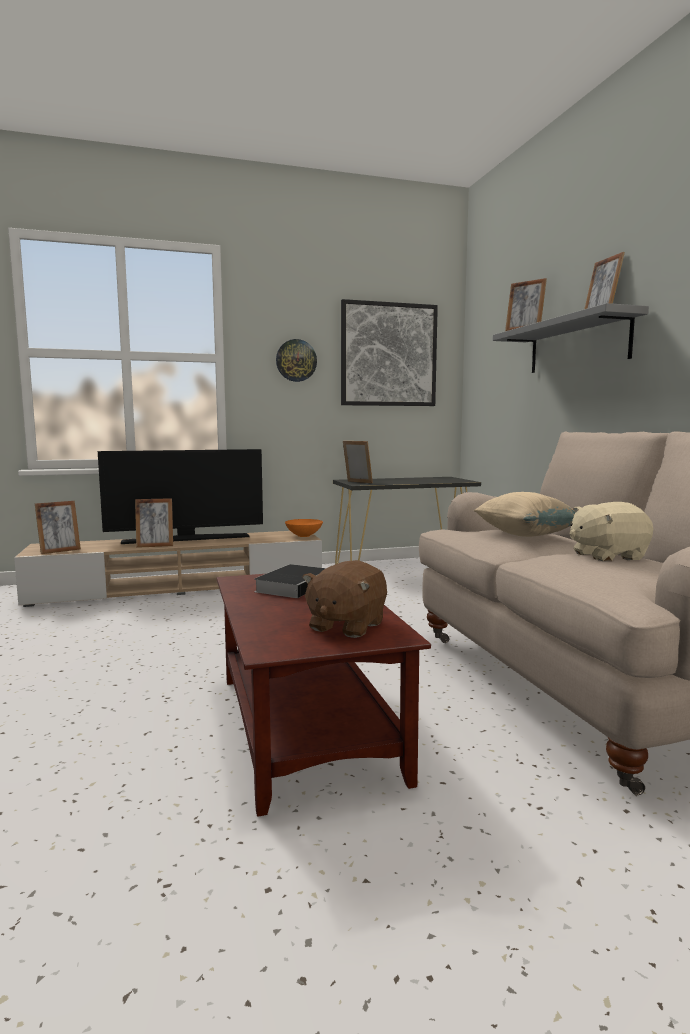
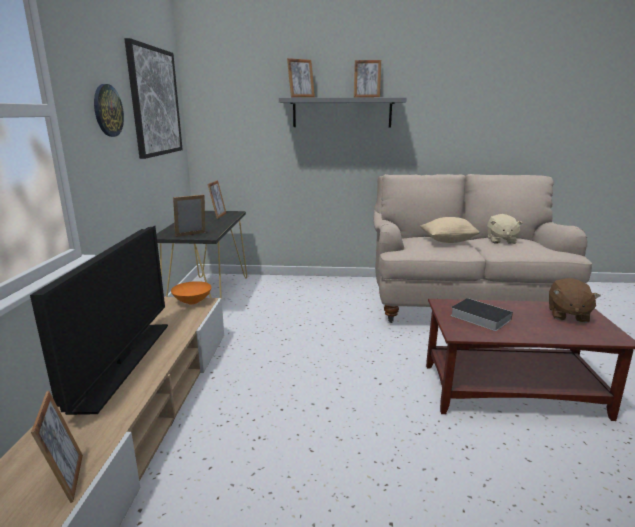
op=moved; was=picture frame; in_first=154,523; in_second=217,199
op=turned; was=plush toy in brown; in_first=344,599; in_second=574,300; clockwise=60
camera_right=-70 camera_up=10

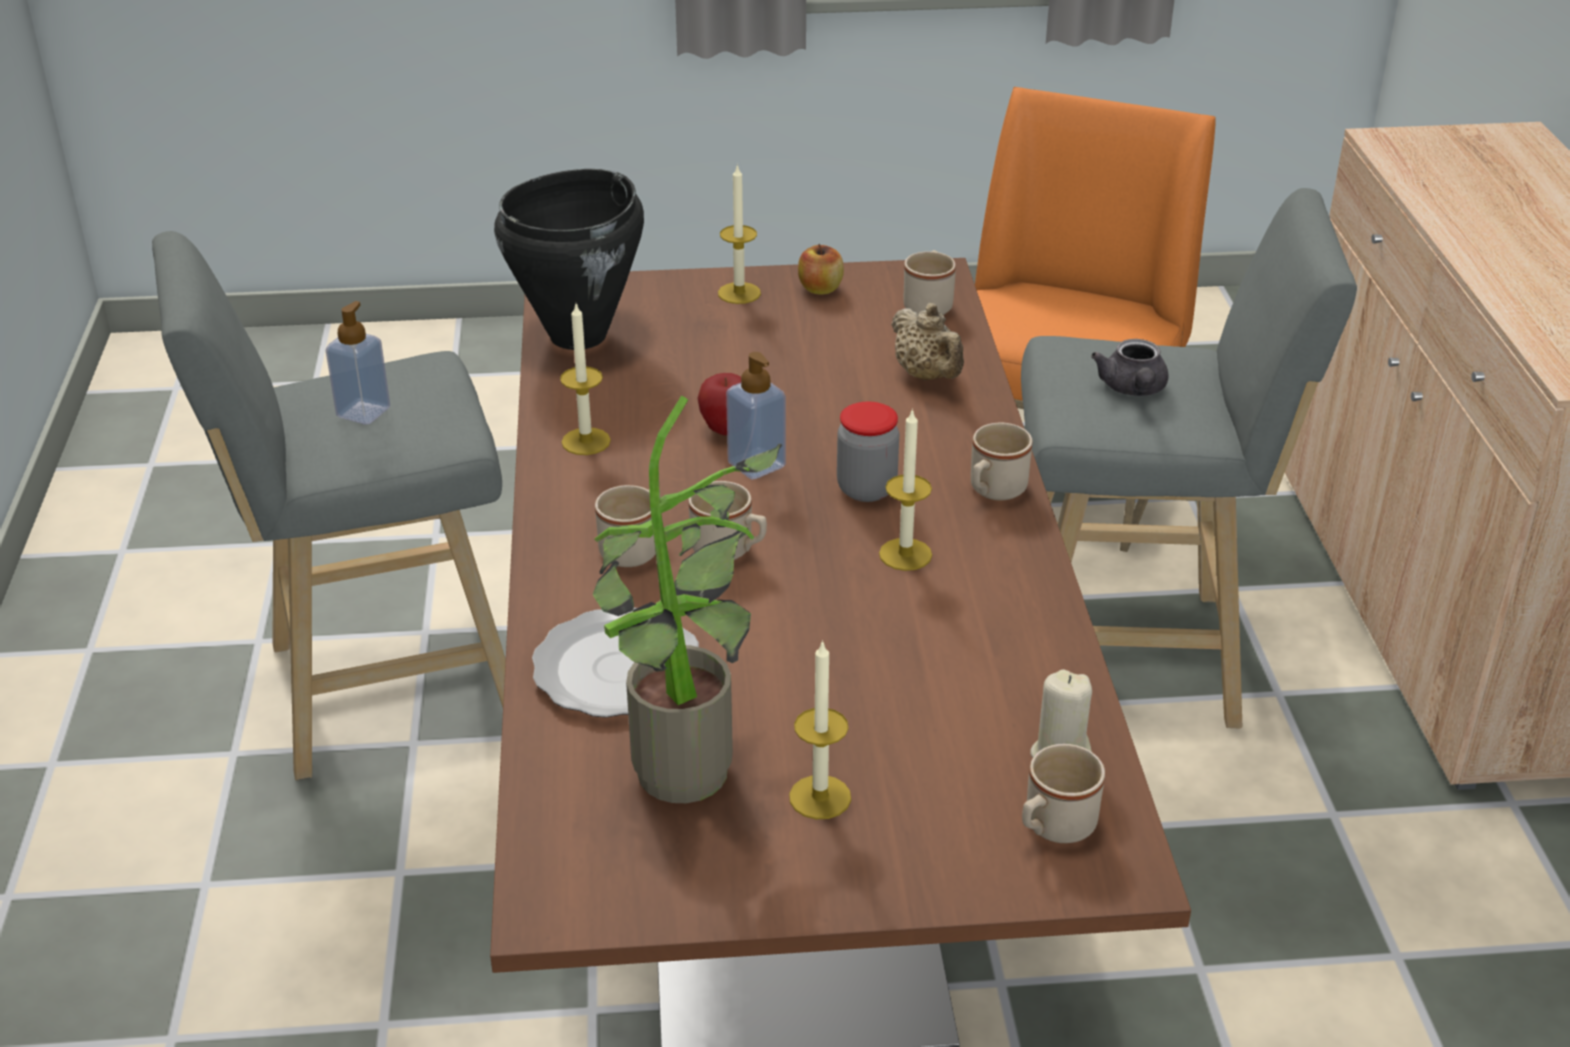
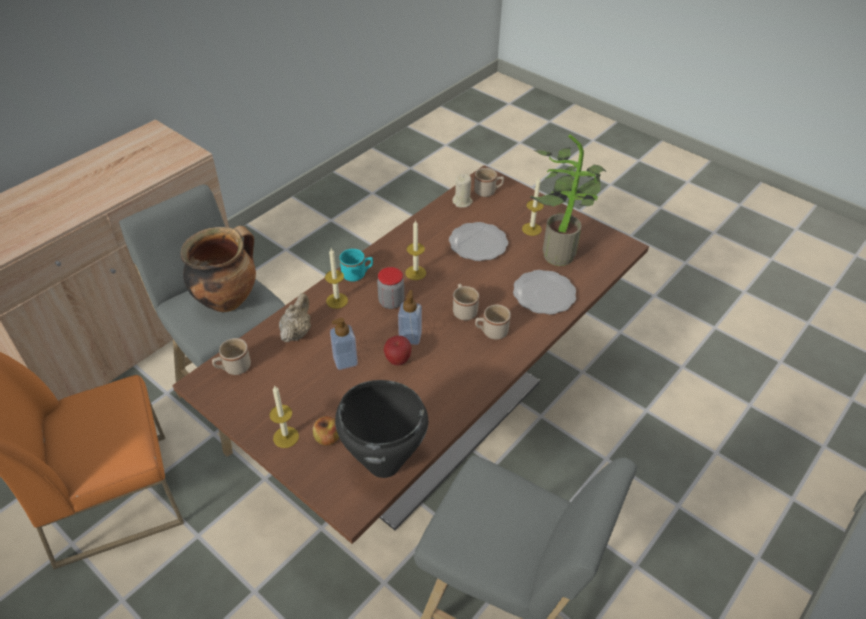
op=added; now=plate; in_second=478,241
op=moved; was=soap dispenser; in_first=358,363; in_second=344,344
op=moved; was=candle; in_first=585,379; in_second=336,278
op=moved; was=apple; in_first=821,269; in_second=326,431
op=replaced; was=teapot in grey; now=cooking pot; in_first=1129,367; in_second=218,269
op=recoloured; was=mug in beige; now=mug in turquoise; in_first=1002,461; in_second=356,265
camera_right=-135 camera_up=10

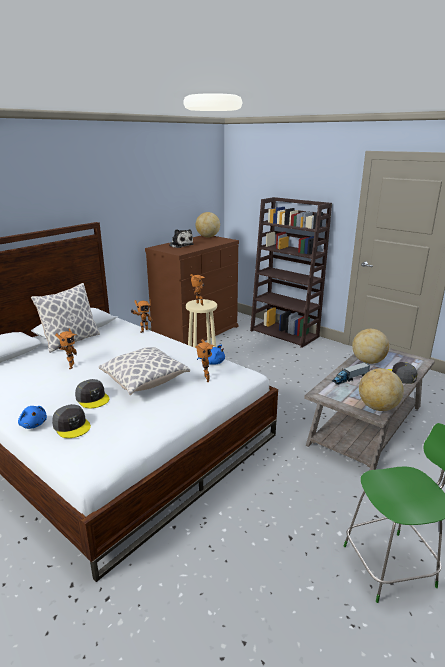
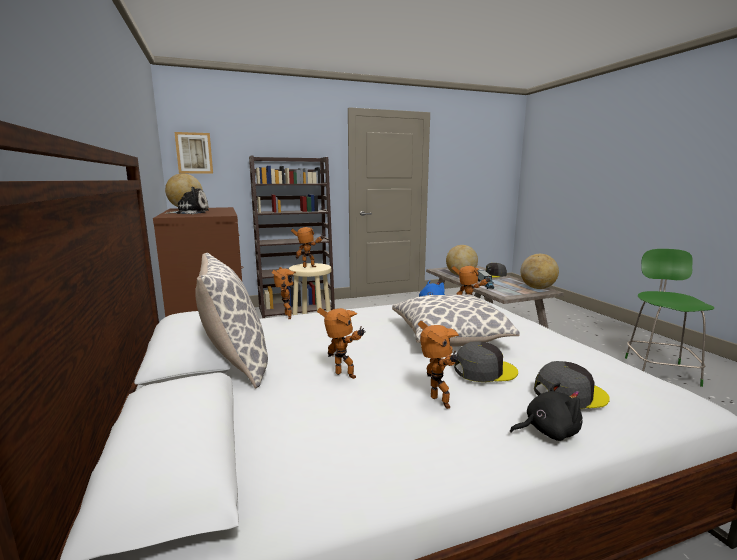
op=added; now=picture; in_second=194,153
op=added; now=toy robot; in_second=438,365
op=recoloured; was=plush toy in blue; now=plush toy in black; in_first=32,417; in_second=546,411
camera_right=-60 camera_up=-10

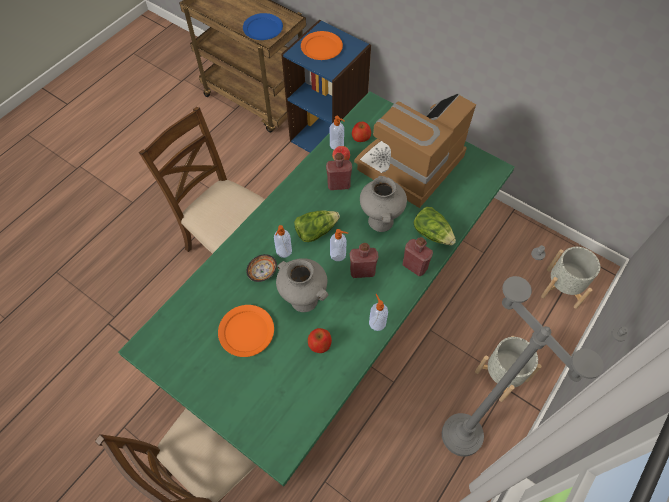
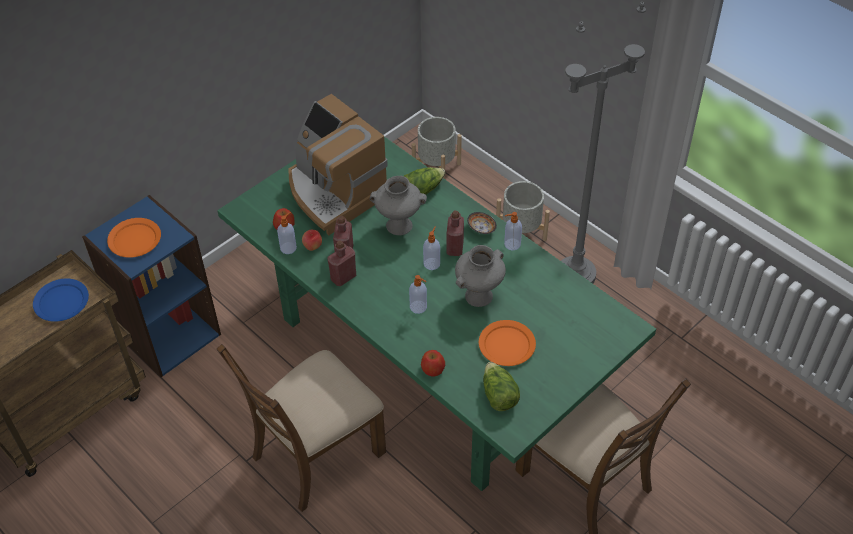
op=moved; was=bowl; in_first=261,268; in_second=482,223
op=moved; was=lettuce; in_first=317,226; in_second=501,386
op=moved; was=apple; in_first=320,340; in_second=433,363
op=moved; was=bottle in red; in_first=418,256; in_second=341,263
camera_right=-80 camera_up=-10

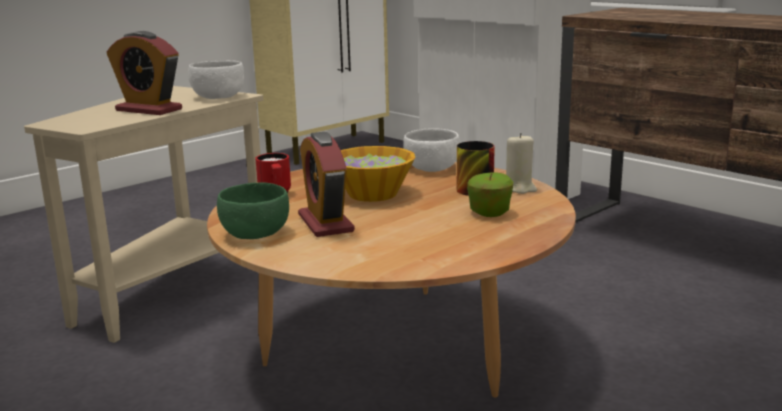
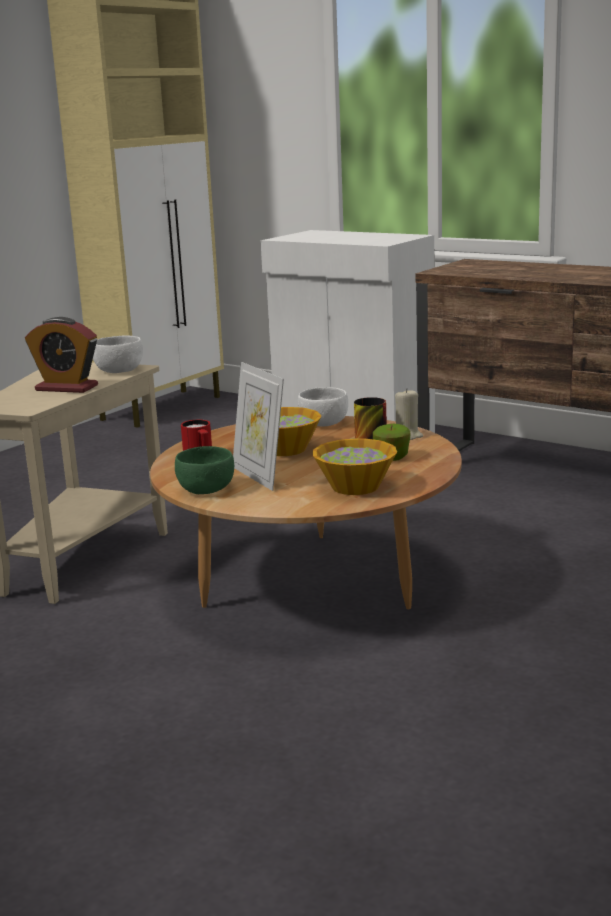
op=added; now=bowl; in_second=355,466
op=replaced; was=alarm clock; now=picture frame; in_first=326,184; in_second=258,426
camera_right=-10 camera_up=0

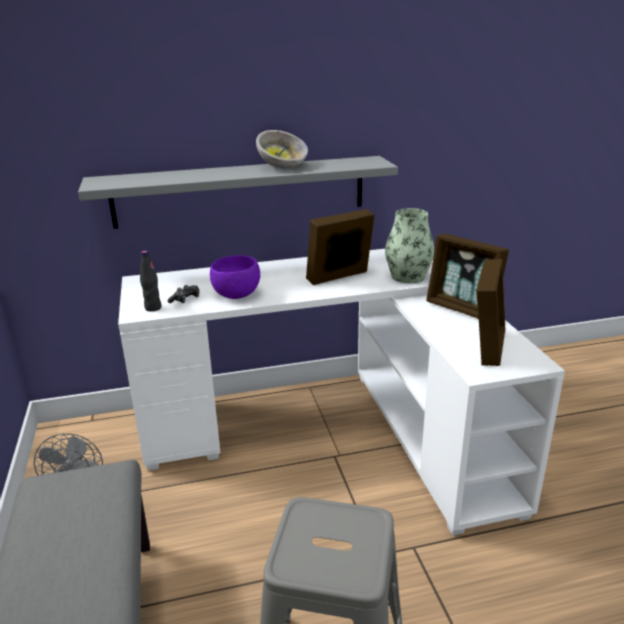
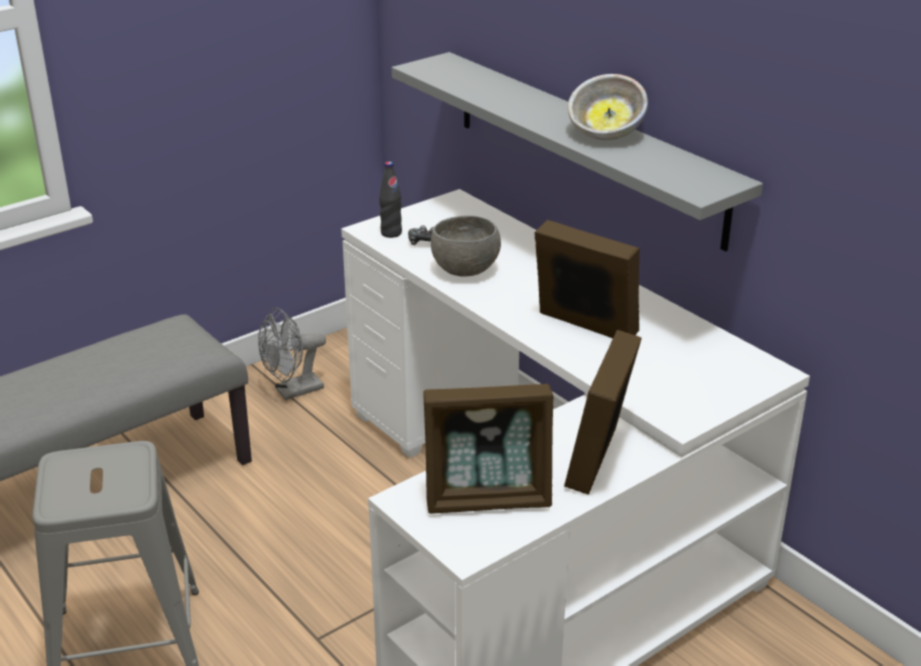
op=removed; was=vase; in_first=410,245
op=recoloured; was=bowl in purple; now=bowl in grey; in_first=235,277; in_second=466,246
camera_right=65 camera_up=5

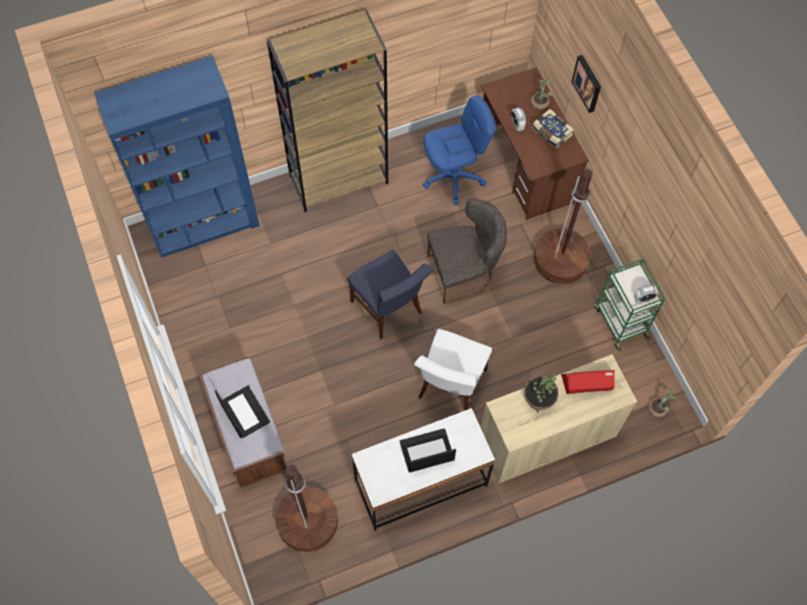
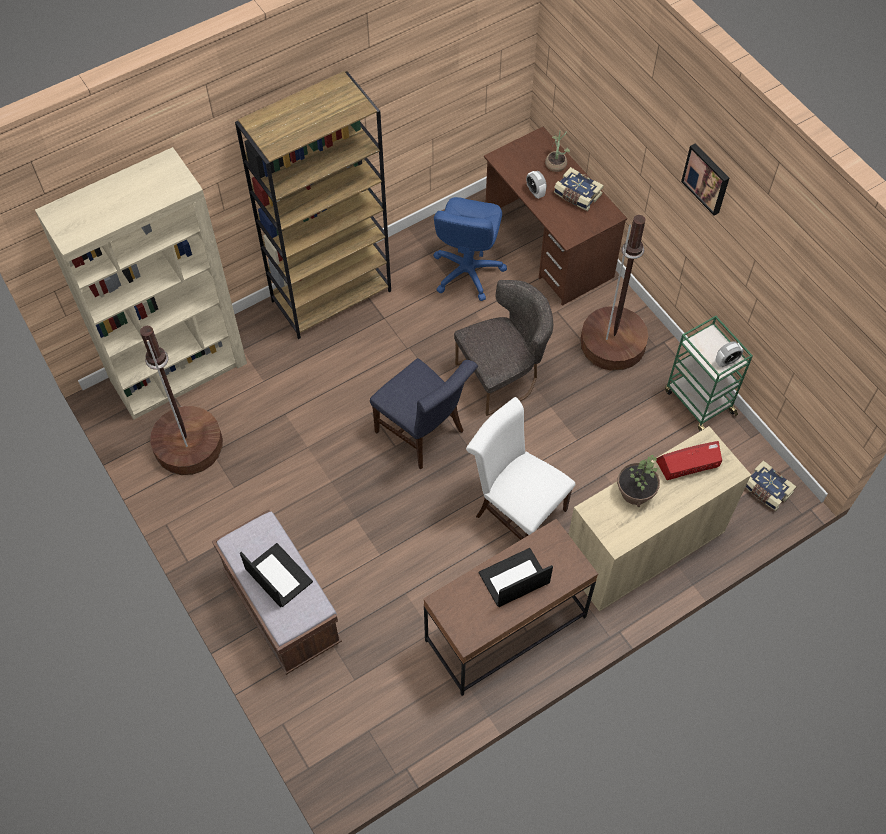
op=moved; was=floor lamp in brown; in_first=306,508; in_second=181,400
op=moved; was=picture; in_first=586,84; in_second=705,180
op=replaced; was=potted plant; now=book; in_first=663,403; in_second=771,485
op=recoloured; was=bookcase in blue; now=bookcase in beige; in_first=177,157; in_second=141,283
op=recoloured; was=desk in white; now=desk in brown; in_first=423,469; in_second=510,607
op=turned; was=chair in white; in_first=453,369; in_second=520,468; clockwise=120
op=turned; was=office chair in blue; in_first=459,150; in_second=470,249; clockwise=135
camera_right=-10 camera_up=-5

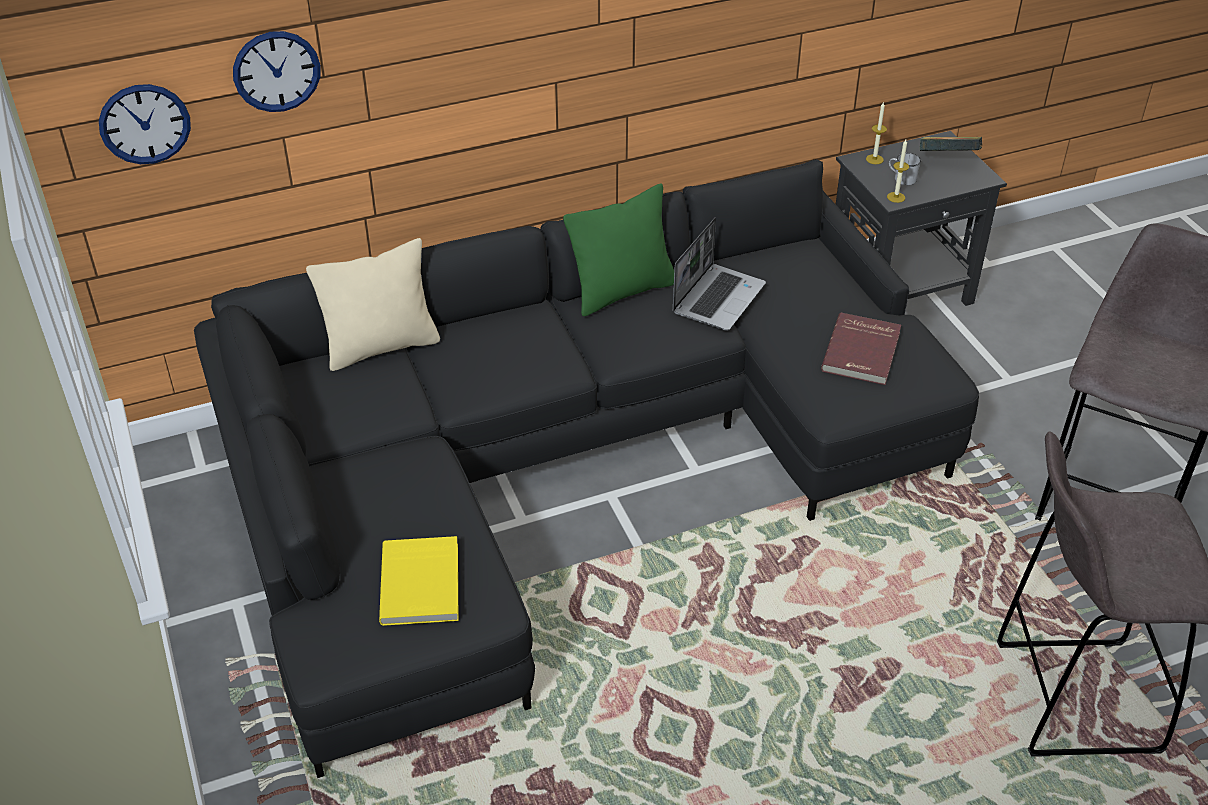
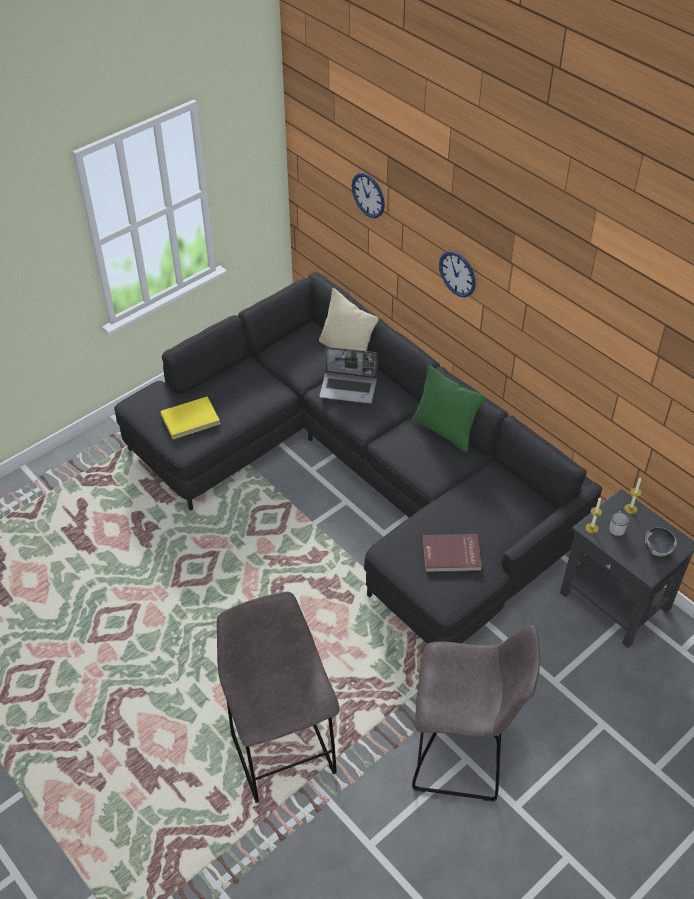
op=moved; was=wall clock; in_first=145,124; in_second=457,274
op=moved; was=laptop; in_first=719,274; in_second=348,375
op=replaced; was=book; now=bowl; in_first=951,143; in_second=661,541
camera_right=70 camera_up=5

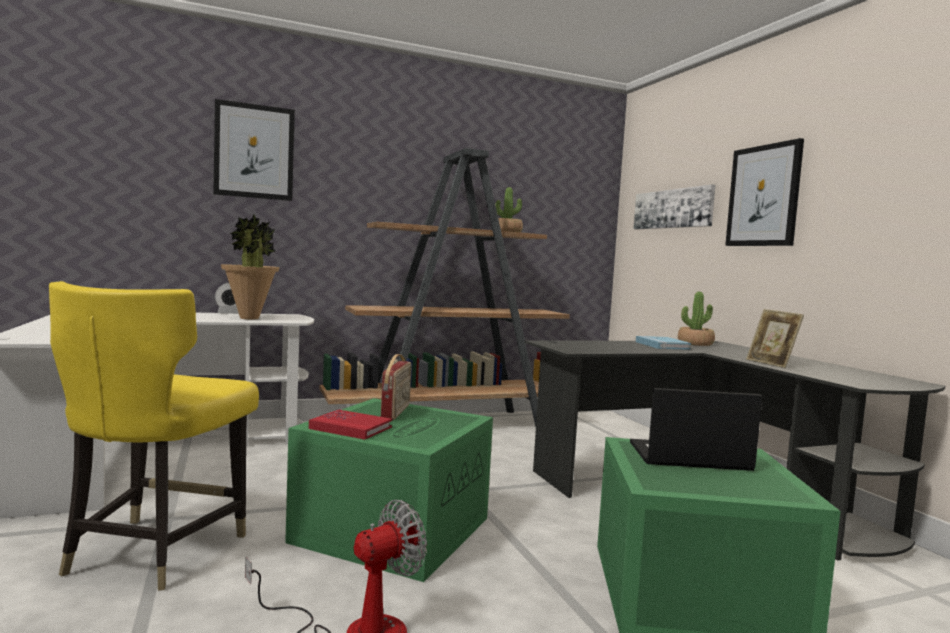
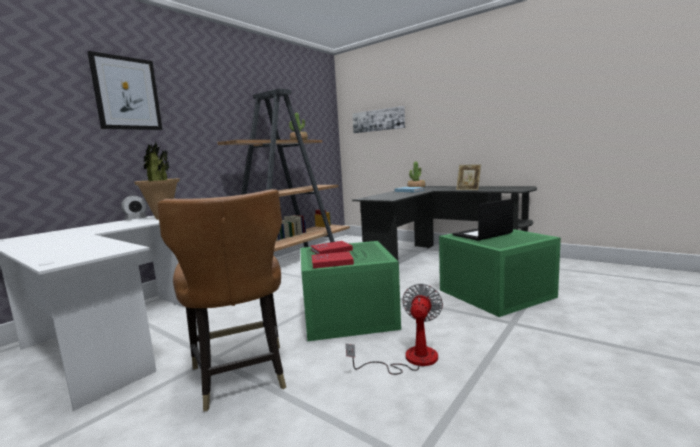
op=removed; was=picture; in_first=764,192
op=replaced; was=radio; now=book in red; in_first=396,387; in_second=332,247
op=recoloured; was=chair in yellow; now=chair in brown; in_first=154,436; in_second=221,300
camera_right=-30 camera_up=5

